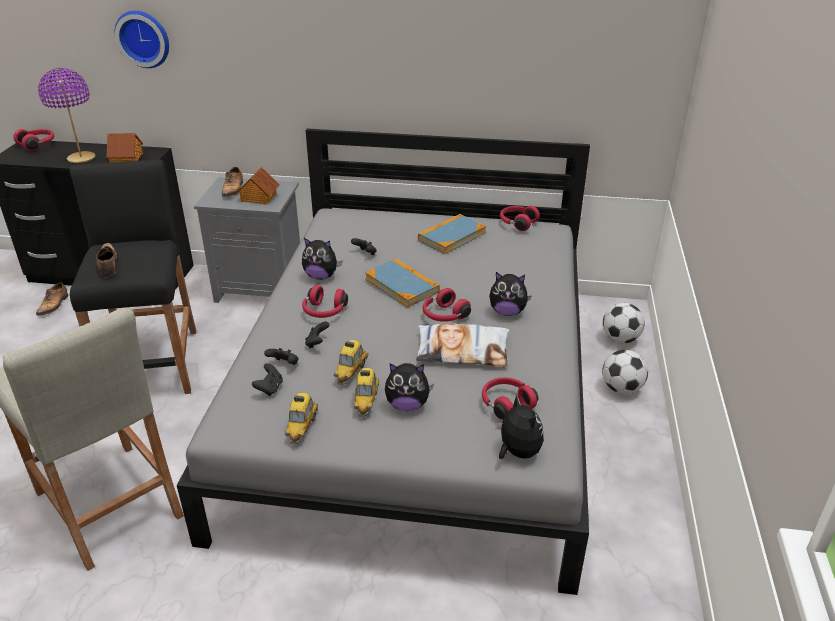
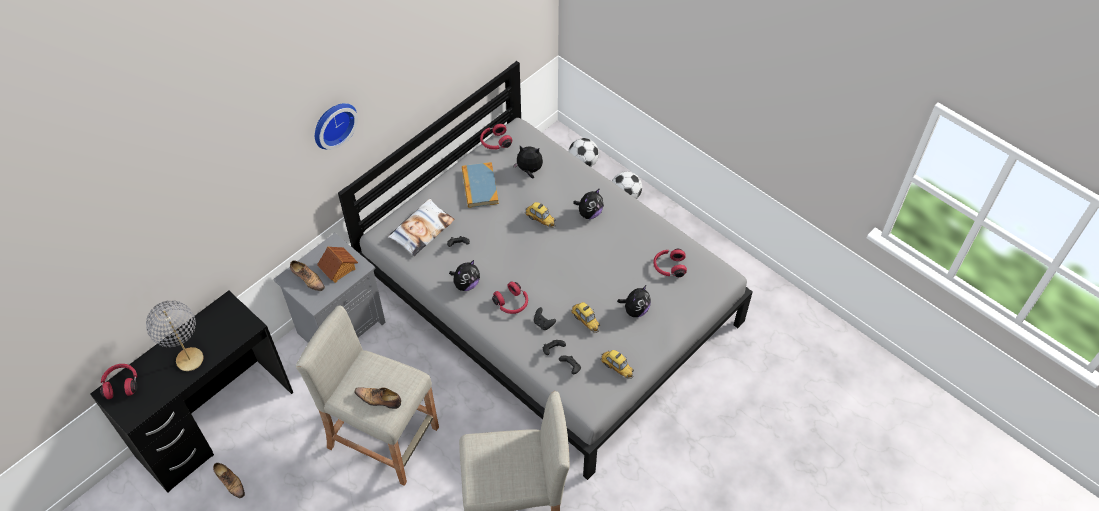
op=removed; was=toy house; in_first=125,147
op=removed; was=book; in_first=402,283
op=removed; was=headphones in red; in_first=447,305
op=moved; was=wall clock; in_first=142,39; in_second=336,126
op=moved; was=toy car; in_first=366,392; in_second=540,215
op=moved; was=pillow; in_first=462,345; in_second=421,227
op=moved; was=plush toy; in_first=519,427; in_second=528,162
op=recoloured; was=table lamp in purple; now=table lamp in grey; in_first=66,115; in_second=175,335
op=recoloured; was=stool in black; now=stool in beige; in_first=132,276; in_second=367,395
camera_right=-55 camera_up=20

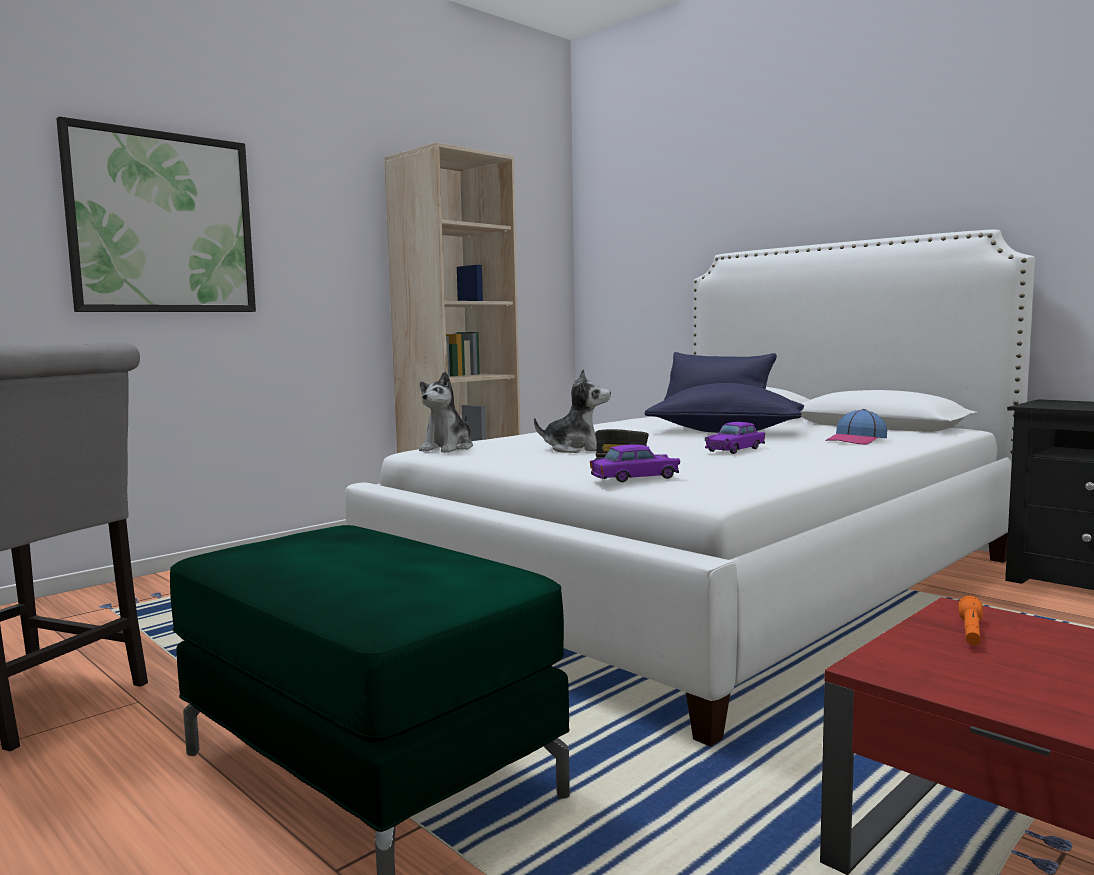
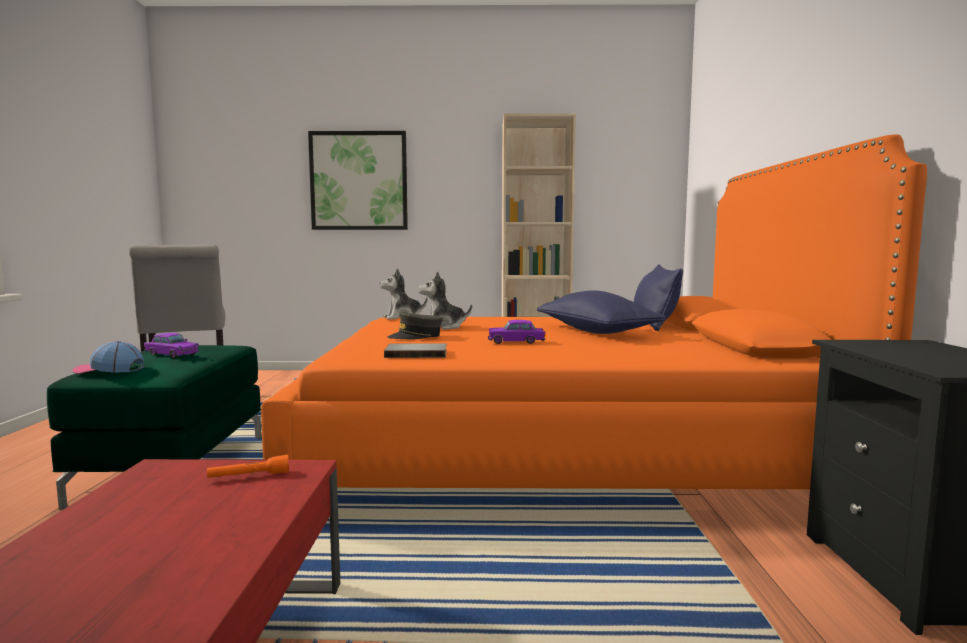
op=added; now=book in grey; in_second=415,350
op=moved; was=toy car in purple; in_first=635,463; in_second=171,345
op=moved; was=cap; in_first=856,426; in_second=108,357
op=recoloured; was=bed in white; now=bed in orange; in_first=690,488; in_second=594,311
op=turned; was=plush toy; in_first=572,411; in_second=445,300; clockwise=120
camera_right=45 camera_up=0

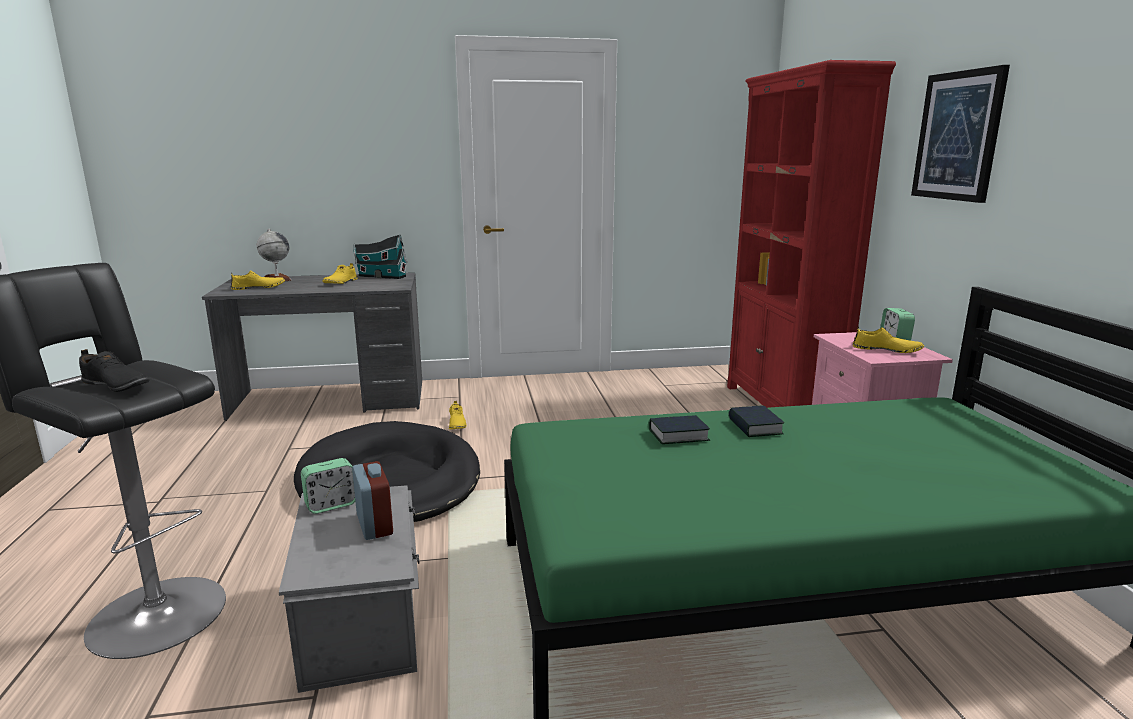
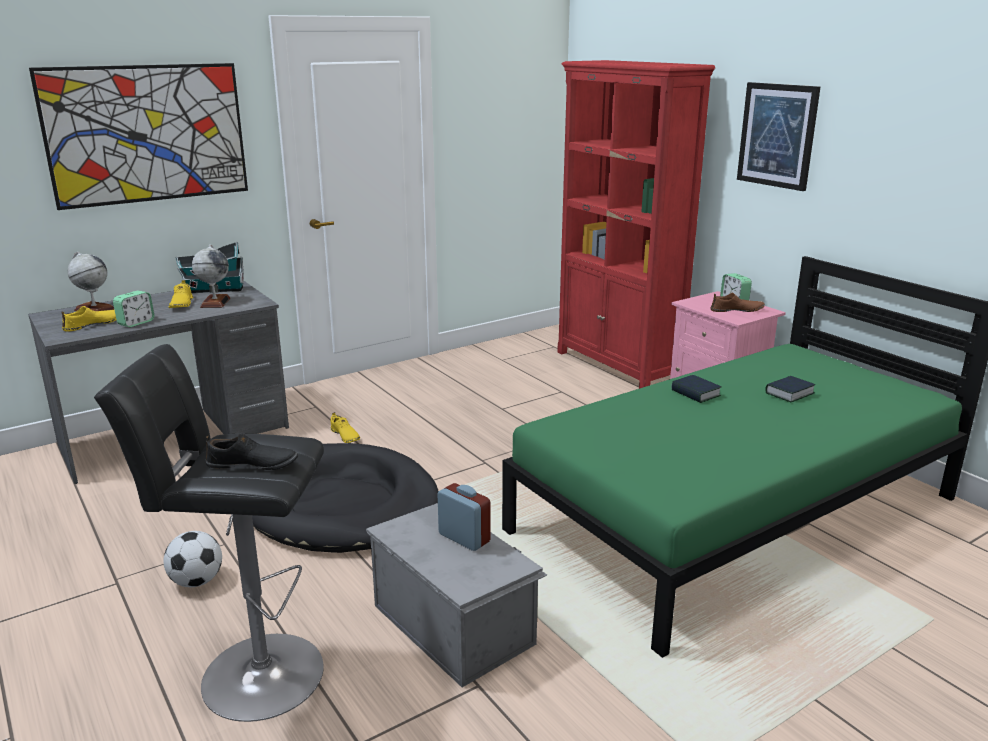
op=added; now=picture; in_second=138,136
op=added; now=football; in_second=192,559
op=added; now=globe; in_second=211,276
op=moved; was=alarm clock; in_first=328,486; in_second=134,309
op=moved; was=book; in_first=679,429; in_second=790,389
op=recoloured; was=shoe in yellow; now=shoe in brown; in_first=888,339; in_second=738,302
camera_right=-25 camera_up=5

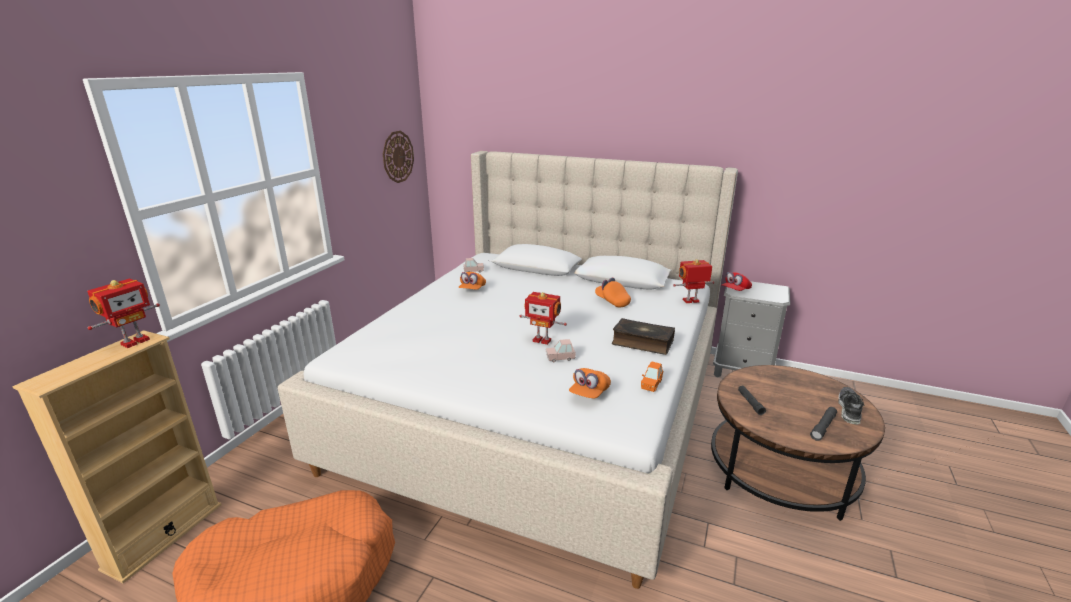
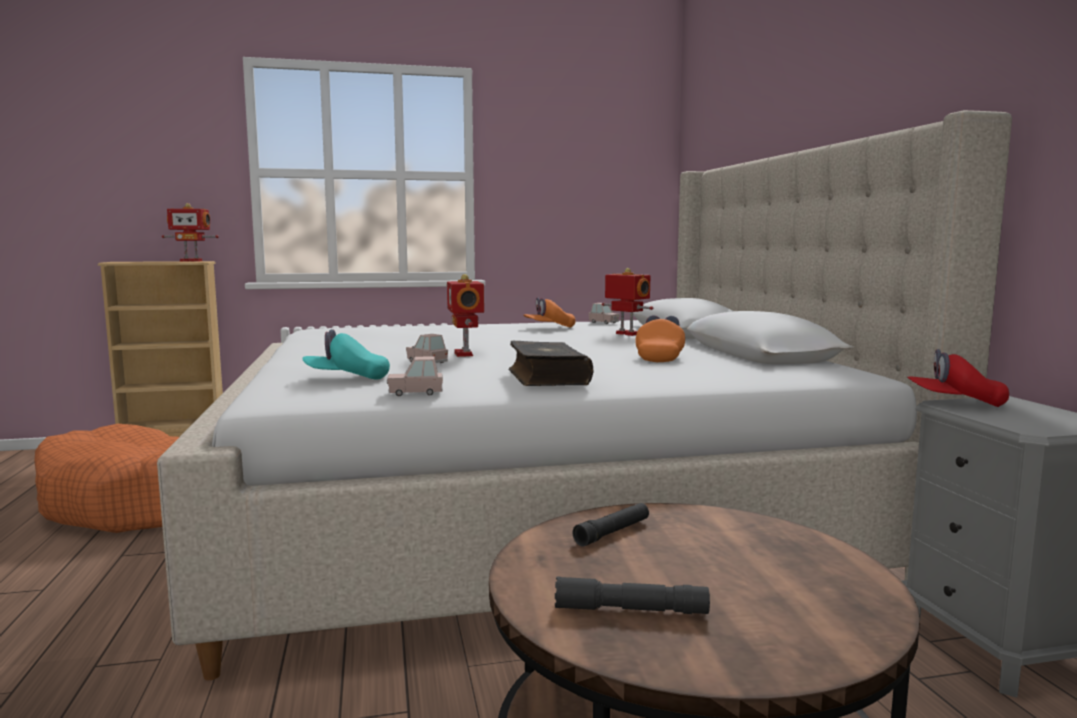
op=removed; was=wall clock; in_first=398,157
op=removed; was=shoe; in_first=851,405
op=moved; was=toy robot; in_first=693,281; in_second=627,302
op=recoloured; was=cap in orange; now=cap in turquoise; in_first=590,383; in_second=346,354
op=recoloured; was=toy car in orange; now=toy car in pink; in_first=652,376; in_second=415,376
camera_right=55 camera_up=-15

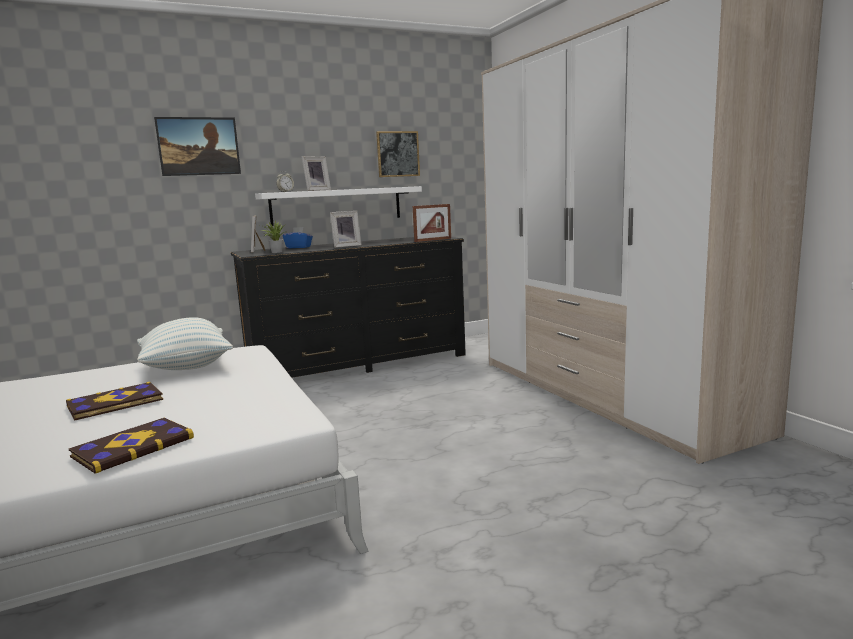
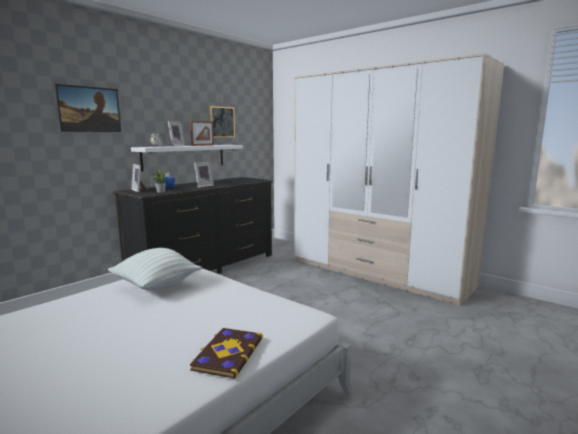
op=removed; was=book; in_first=114,401
op=moved; was=picture frame; in_first=432,223; in_second=202,133
camera_right=-25 camera_up=0

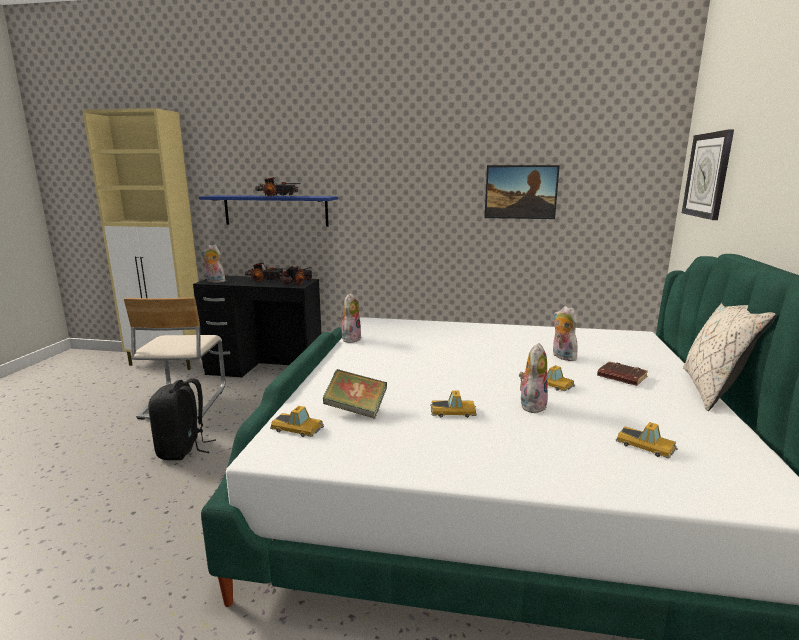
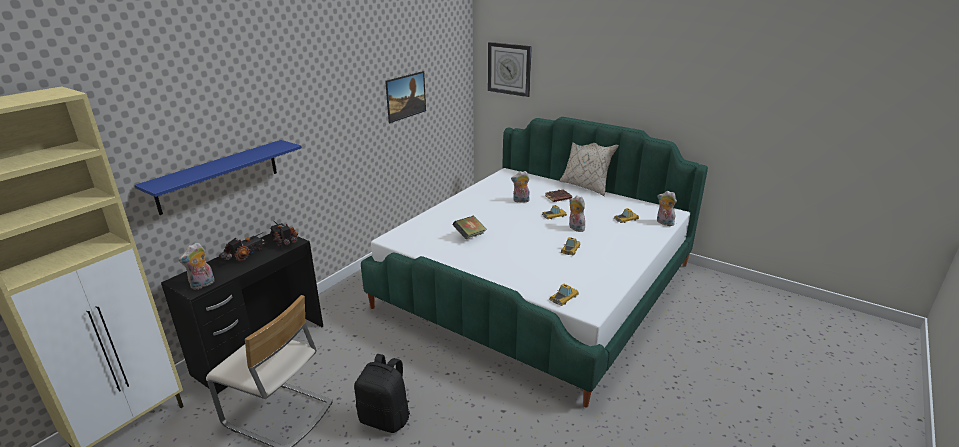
op=removed; was=toy truck; in_first=278,187
op=moved; was=book; in_first=354,394; in_second=469,227
op=moved; was=plush toy; in_first=350,318; in_second=667,208
camera_right=-65 camera_up=10

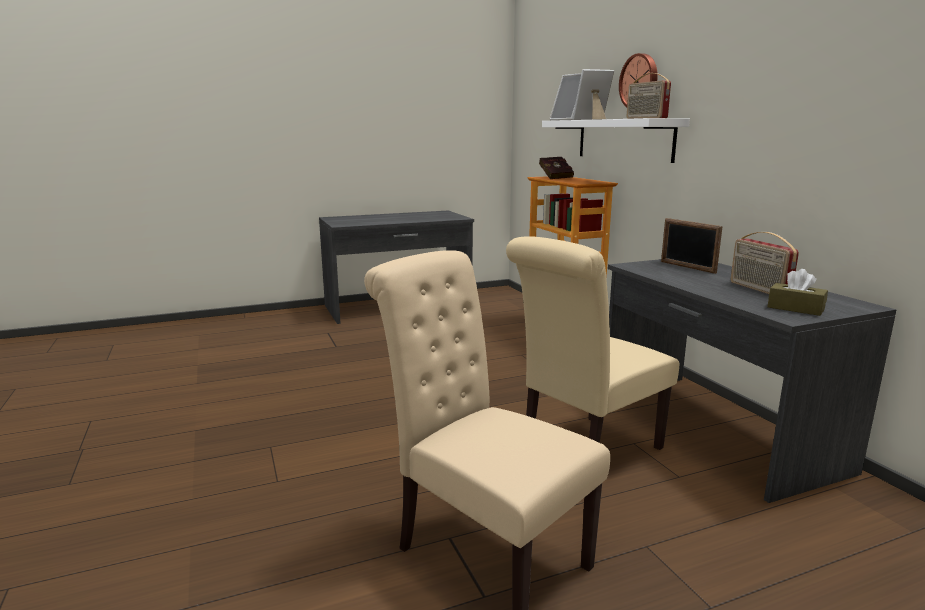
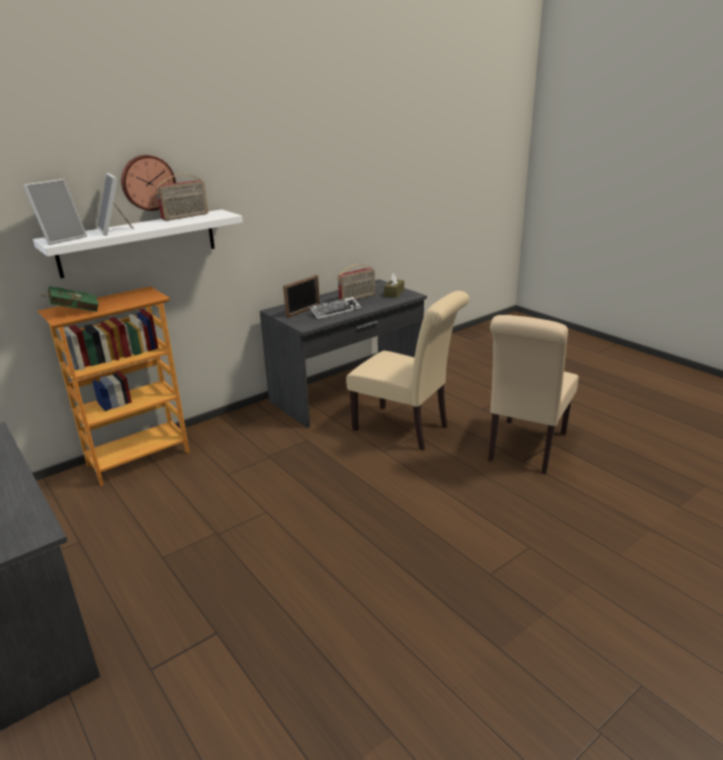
op=added; now=keyboard; in_second=335,308
op=recoloured; was=book in red; now=book in green; in_first=556,168; in_second=70,299
camera_right=-105 camera_up=10

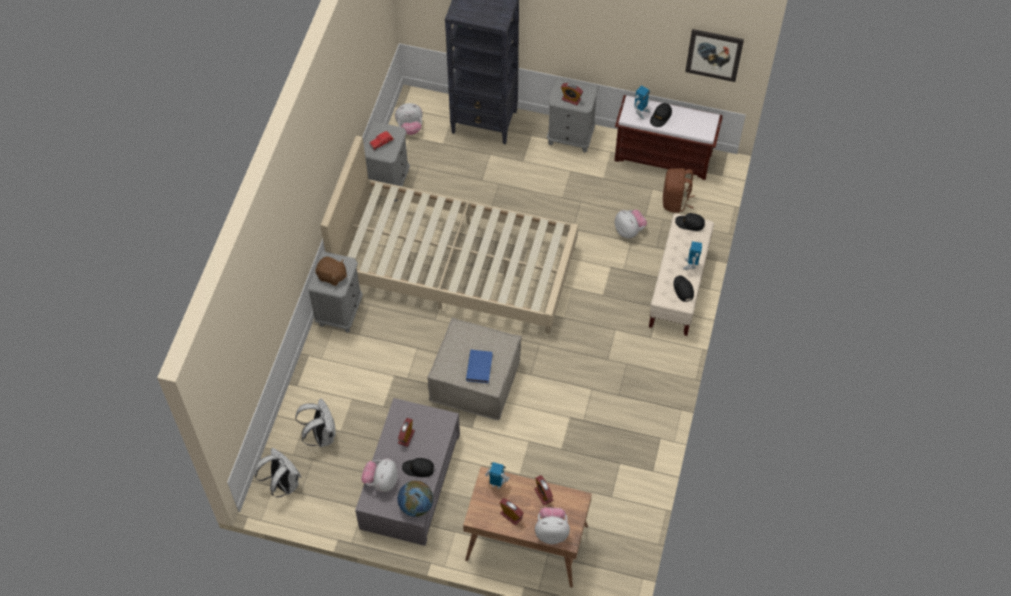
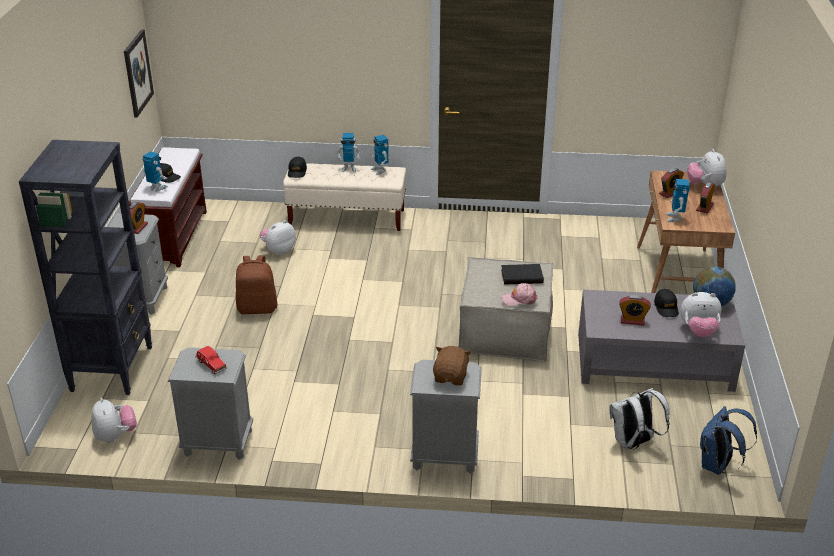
op=removed; was=bed in beige; in_first=449,235
op=added; now=cap in pink; in_second=519,294
op=moved; was=backpack in brown; in_first=679,190; in_second=257,284
op=replaced; was=cap in black; now=toy robot; in_first=683,289; in_second=380,155
op=recoloured; was=backpack in white; now=backpack in blue; in_first=278,472; in_second=728,440
op=recoloured; was=book in blue; now=book in black; in_first=479,366; in_second=522,274
camera_right=-100 camera_up=-25

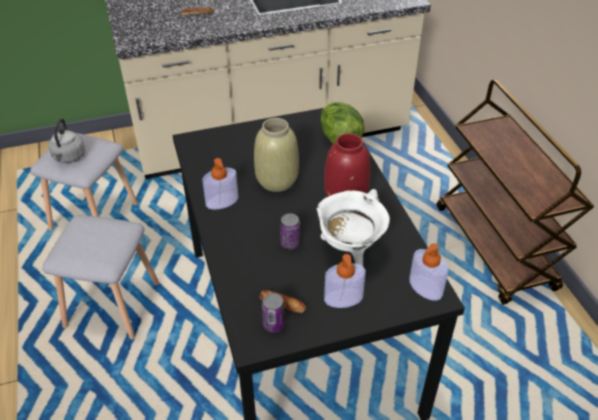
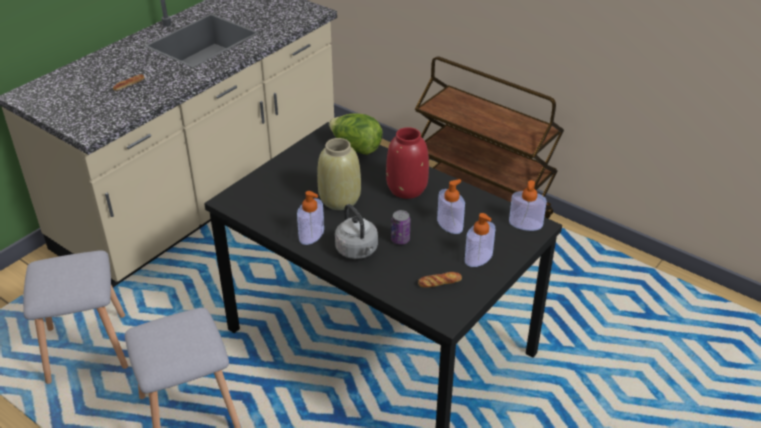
op=removed; was=can; in_first=273,312
op=moved; was=kettle in grey; in_first=66,140; in_second=356,231
op=replaced; was=cooking pot in white; now=soap dispenser; in_first=353,228; in_second=451,206
camera_right=-35 camera_up=-5

